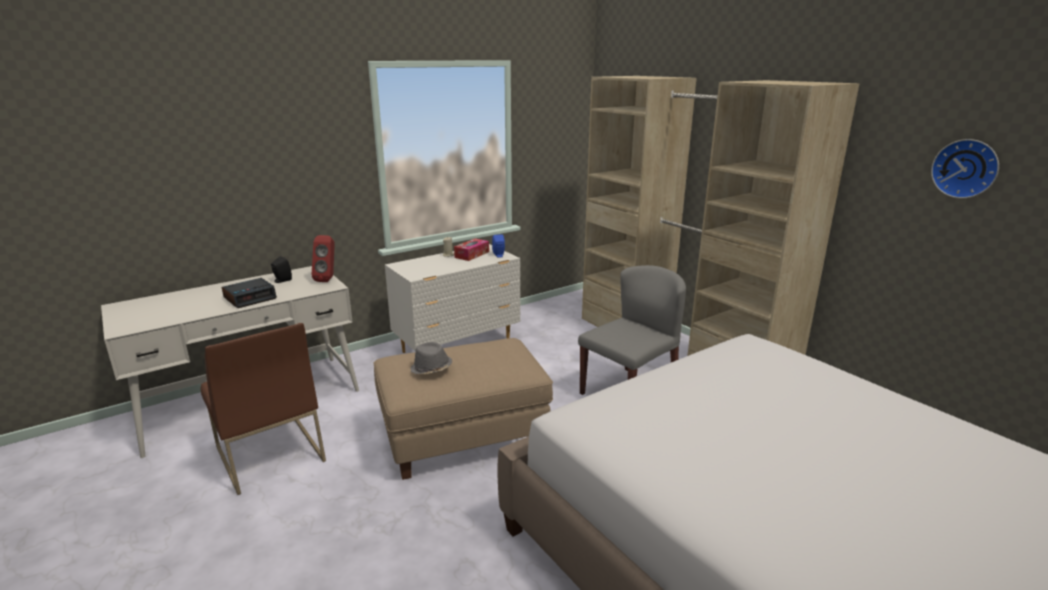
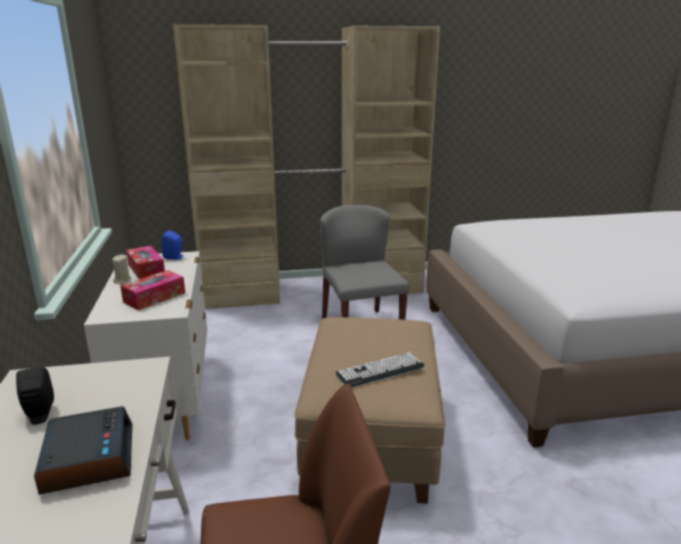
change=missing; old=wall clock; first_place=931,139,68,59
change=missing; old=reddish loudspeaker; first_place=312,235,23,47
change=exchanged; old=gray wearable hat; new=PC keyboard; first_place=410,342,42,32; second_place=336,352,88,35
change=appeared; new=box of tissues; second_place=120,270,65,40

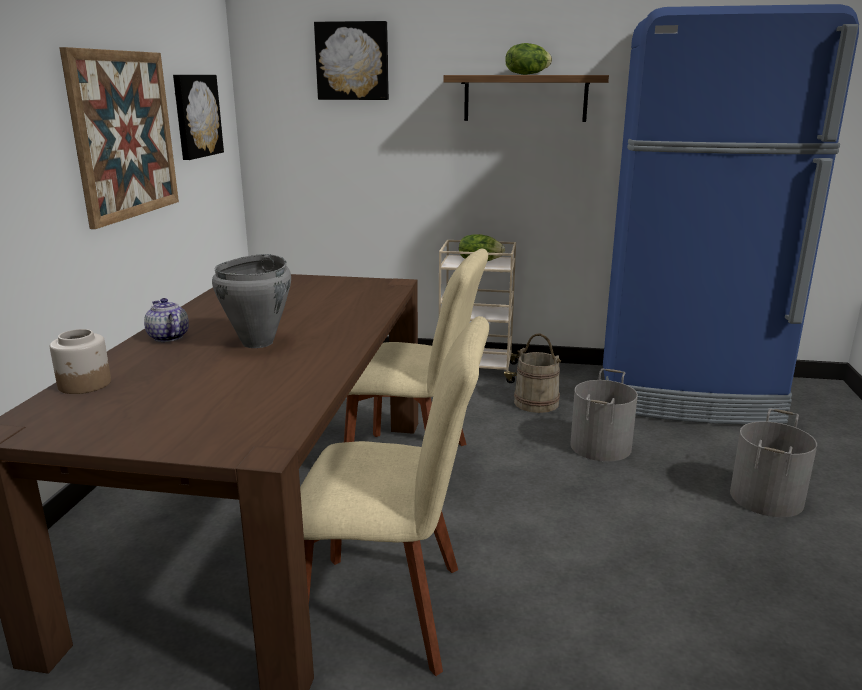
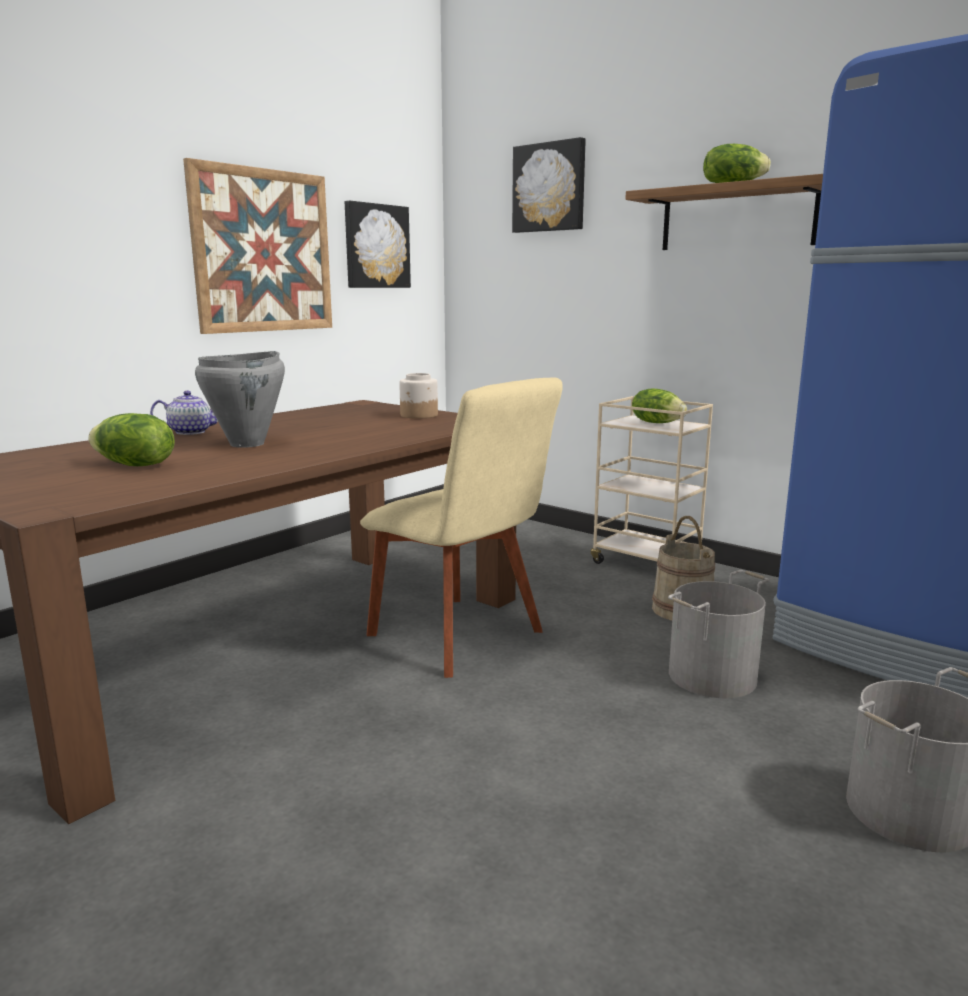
change=spun; old=pot for tea; first_place=144,298,45,44; second_place=150,391,68,44; degrees=75
change=missing; old=beige plain chair; first_place=300,316,189,360
change=relocated; old=jar; first_place=50,329,61,65; second_place=399,373,39,46
change=appeared; new=lettuce; second_place=88,413,87,53

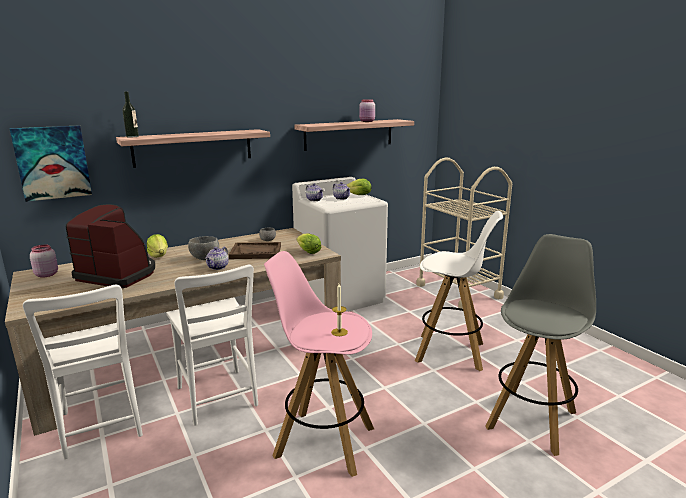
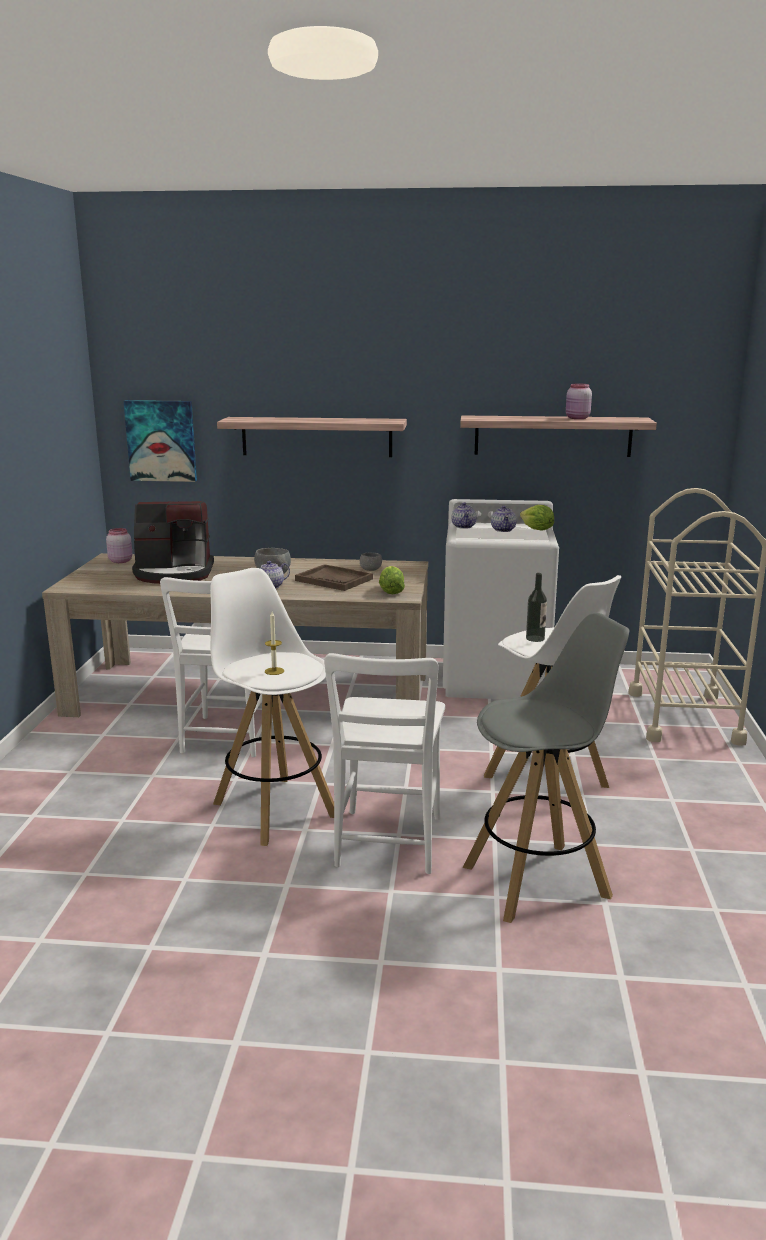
change=relocated; old=drink bottle; first_place=122,91,17,46; second_place=526,573,21,69
change=spun; old=coffee maker; first_place=66,204,89,84; second_place=132,501,82,83; degrees=120
change=missing; old=lettuce; first_place=147,234,21,24
change=colour; old=pink-coloured stool seat; new=white stool seat; first_place=264,251,110,226; second_place=210,568,124,278
change=relocated; old=white plain chair; first_place=23,285,120,174; second_place=324,653,121,221

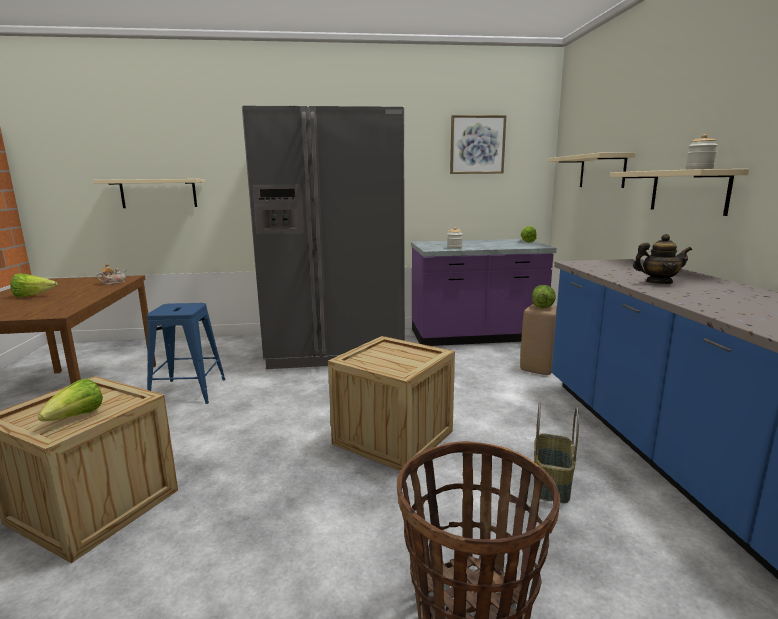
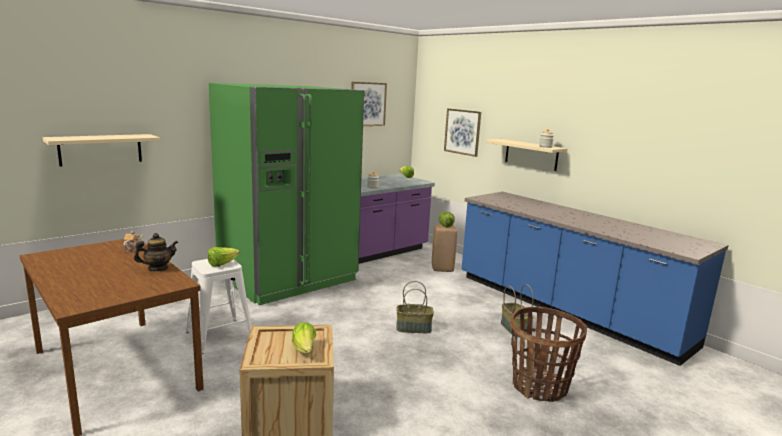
change=colour; old=gray fridge; new=greenish fridge; first_place=242,106,163,263; second_place=209,83,155,222
change=exchanged; old=beige wall shelf; new=picture; first_place=548,152,87,36; second_place=444,109,37,48
change=relocated; old=pot for tea; first_place=633,234,59,50; second_place=134,233,44,38
change=relocated; old=lettuce; first_place=10,274,48,23; second_place=207,247,33,20
change=colour; old=blue stool seat; new=white stool seat; first_place=147,303,78,101; second_place=186,259,66,95
change=exchanged; old=crate; new=household basket; first_place=328,336,127,135; second_place=396,281,38,52

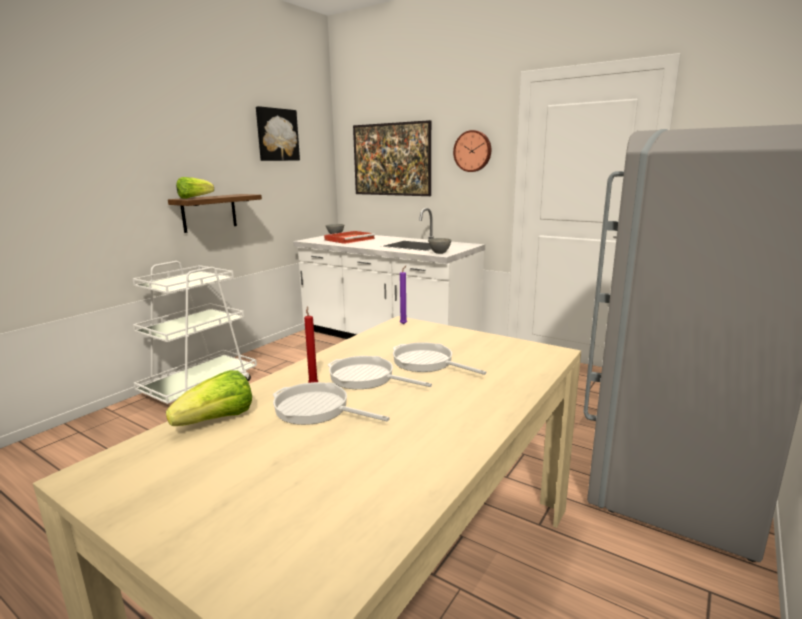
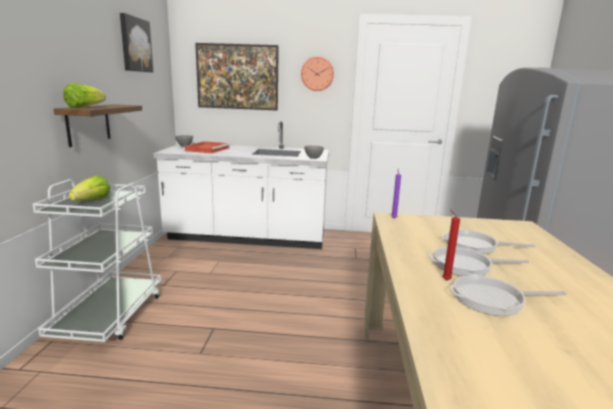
change=relocated; old=lettuce; first_place=166,370,86,56; second_place=69,175,41,26

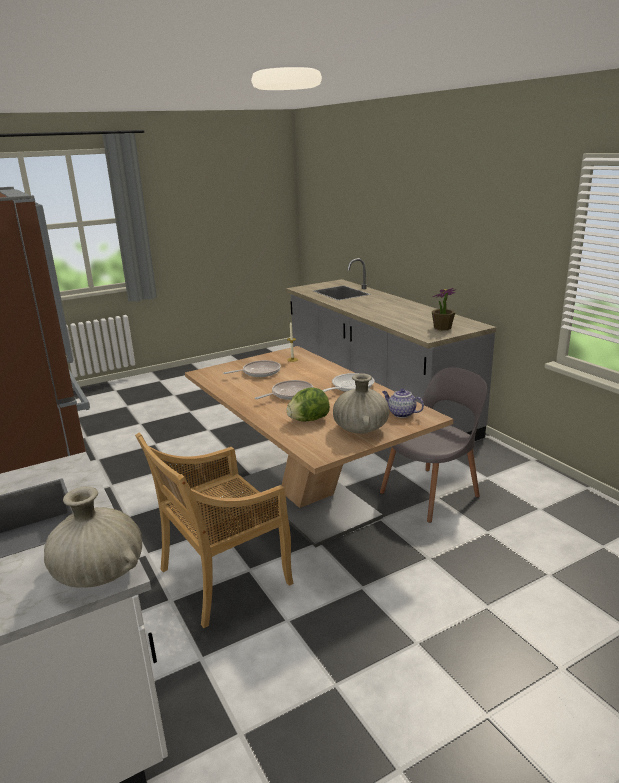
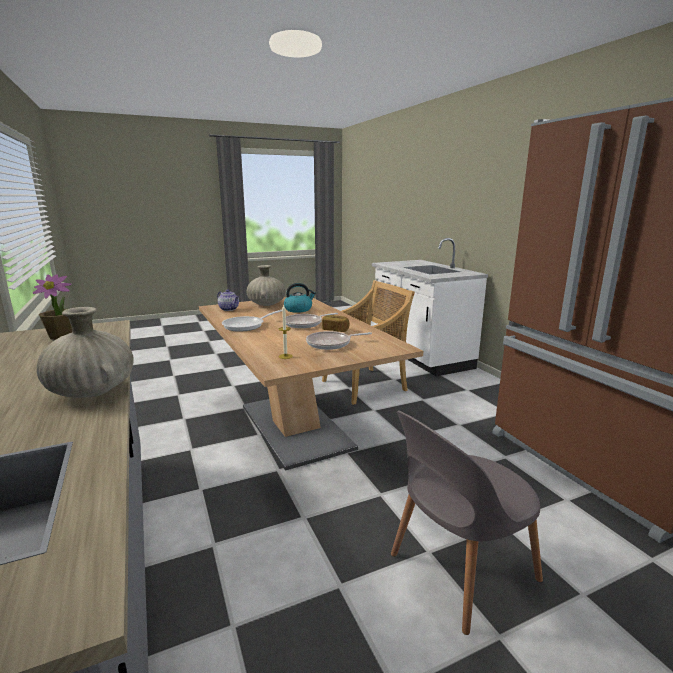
change=relocated; old=gray plain chair; first_place=380,367,107,156; second_place=391,411,152,224
change=exchanged; old=lettuce; new=kettle; first_place=286,387,44,34; second_place=284,283,32,30
change=relocated; old=beige decorative vase; first_place=44,486,98,102; second_place=37,307,97,91
change=appeared; new=bread; second_place=322,315,28,17

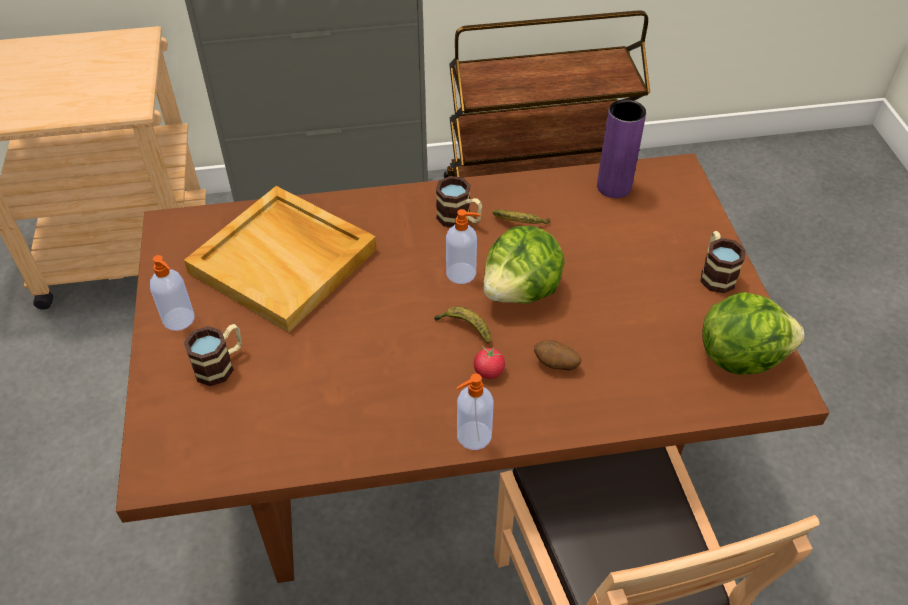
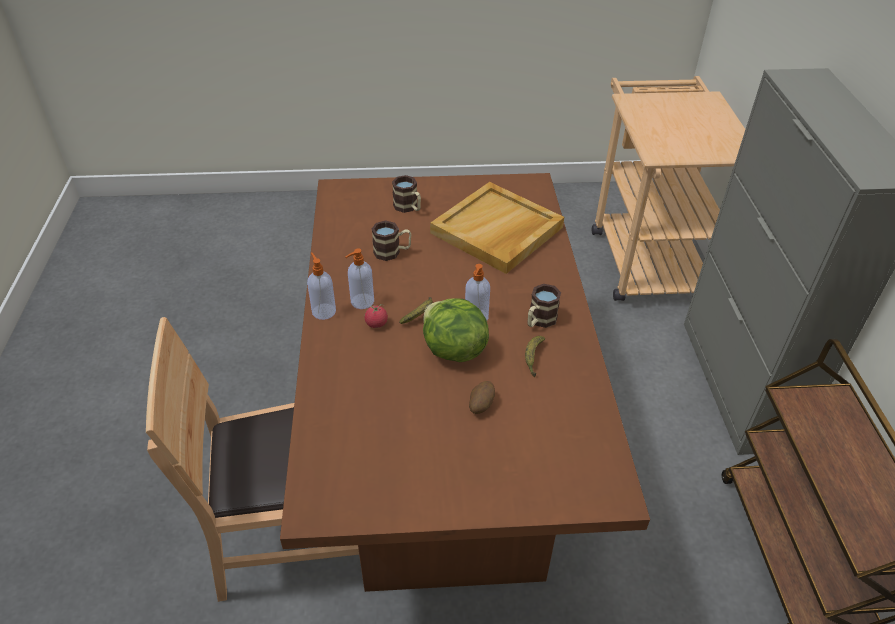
change=missing; old=purple-coloured decorative vase; first_place=597,99,49,99
change=relocated; old=coffee mug; first_place=700,231,46,63; second_place=372,220,39,41
change=relocated; old=liquid soap bottle; first_place=150,255,44,76; second_place=345,248,29,61
change=missing; old=lettuce; first_place=702,292,102,83
change=relocated; old=potato; first_place=534,340,47,30; second_place=469,381,26,33

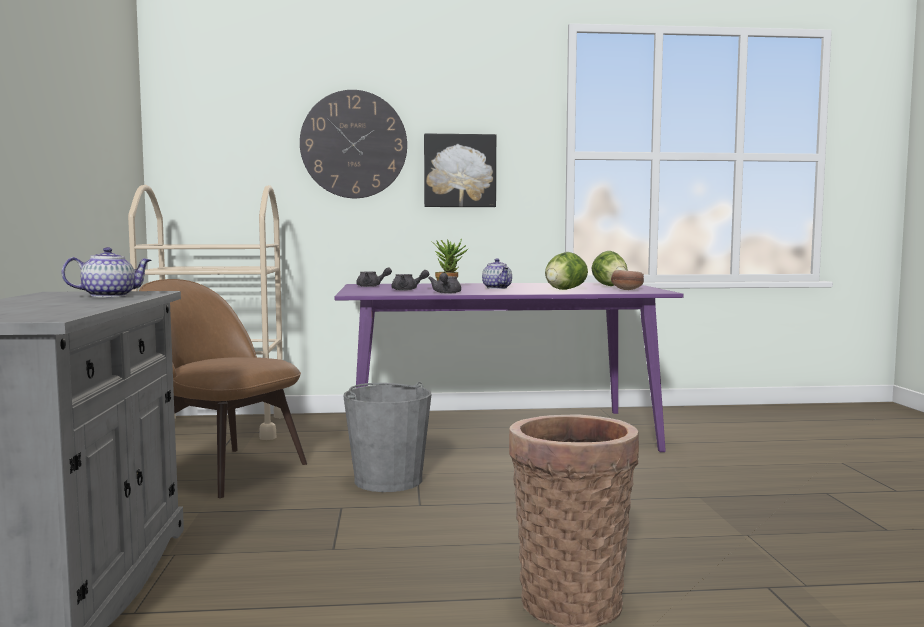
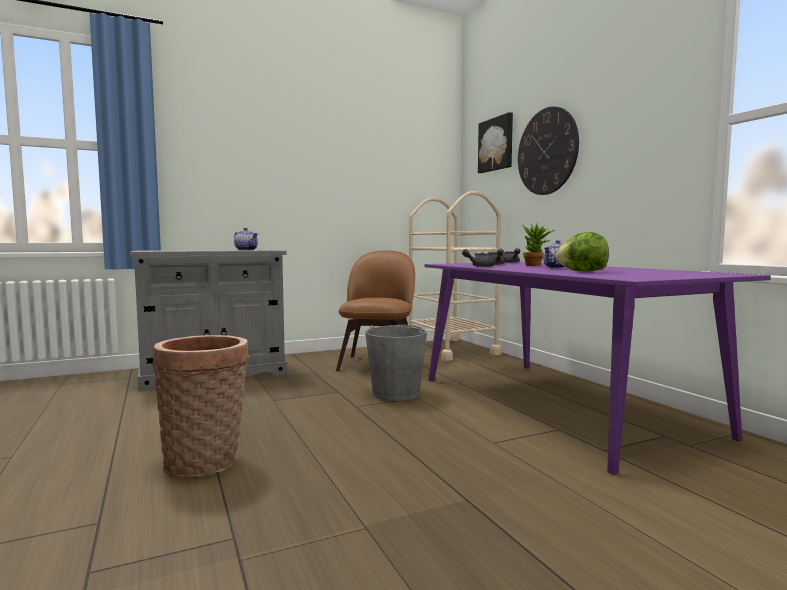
change=relocated; old=picture; first_place=424,134,72,73; second_place=478,112,35,61
change=missing; old=lettuce; first_place=591,251,37,35
change=missing; old=bowl; first_place=611,270,33,20

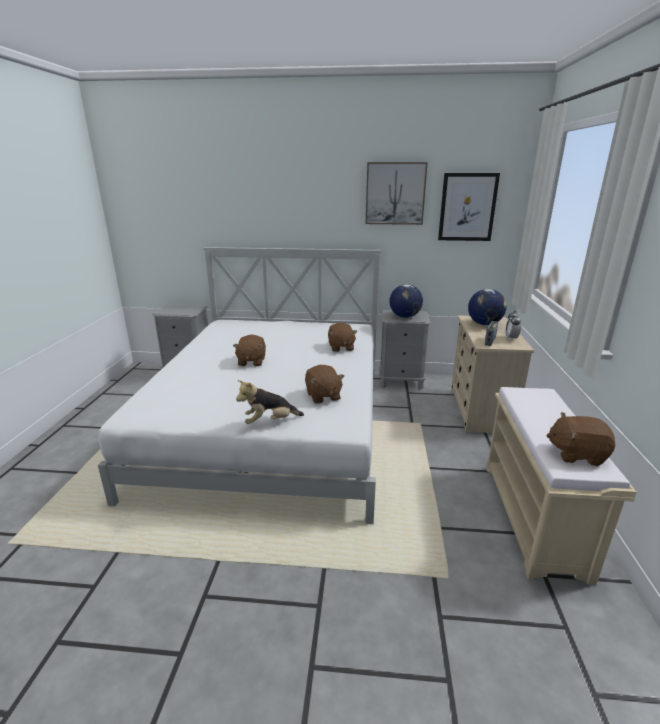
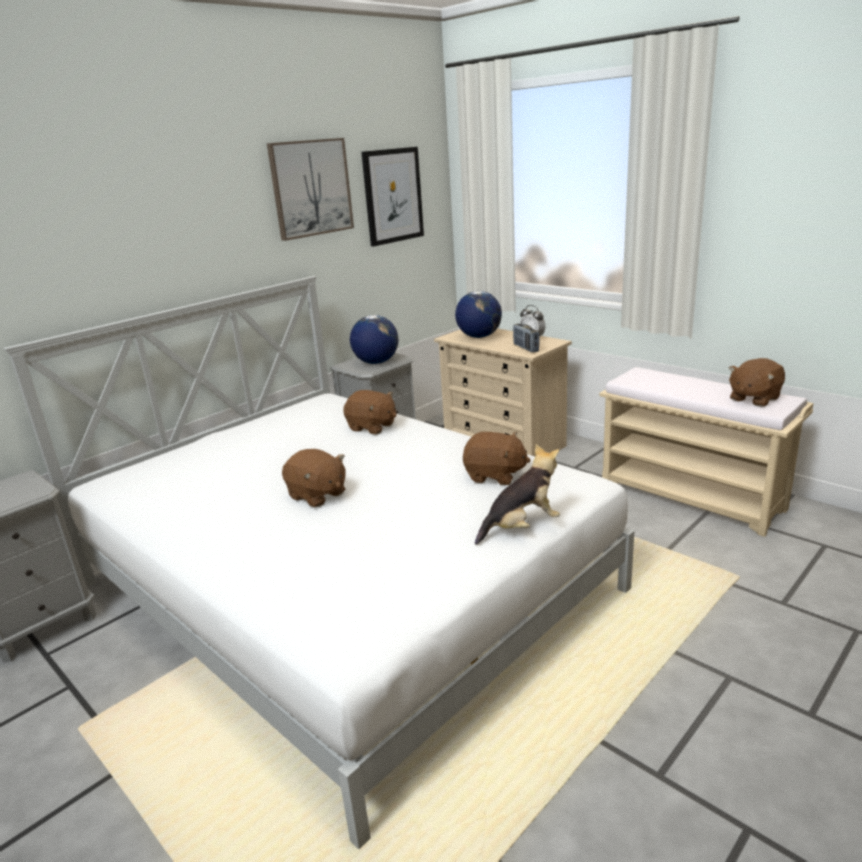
change=spun; old=soft toy; first_place=236,380,68,44; second_place=475,444,85,101; degrees=-135

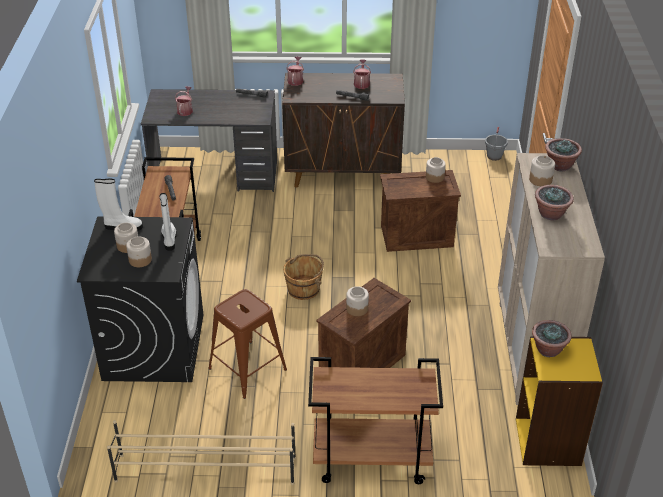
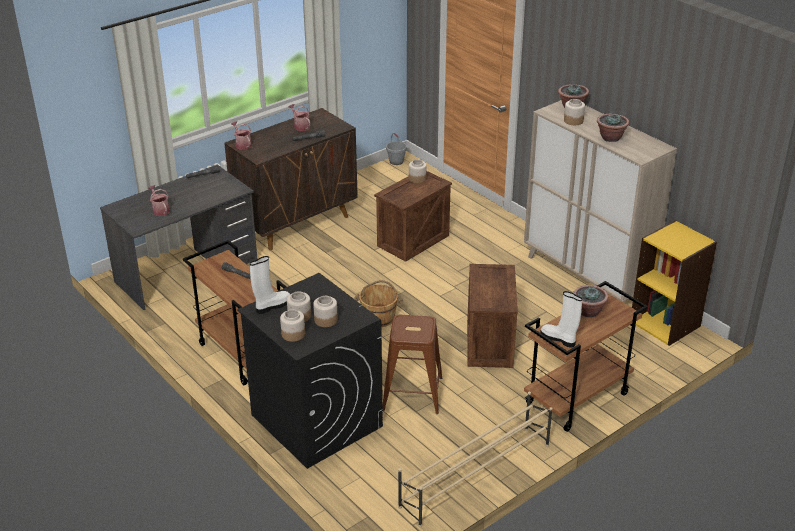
change=relocated; old=white high-top boot; first_place=160,193,17,58; second_place=540,291,42,57
change=relocated; old=jar; first_place=346,286,23,30; second_place=280,309,25,33
change=relocated; old=potted plant; first_place=532,320,40,37; second_place=573,285,35,33

